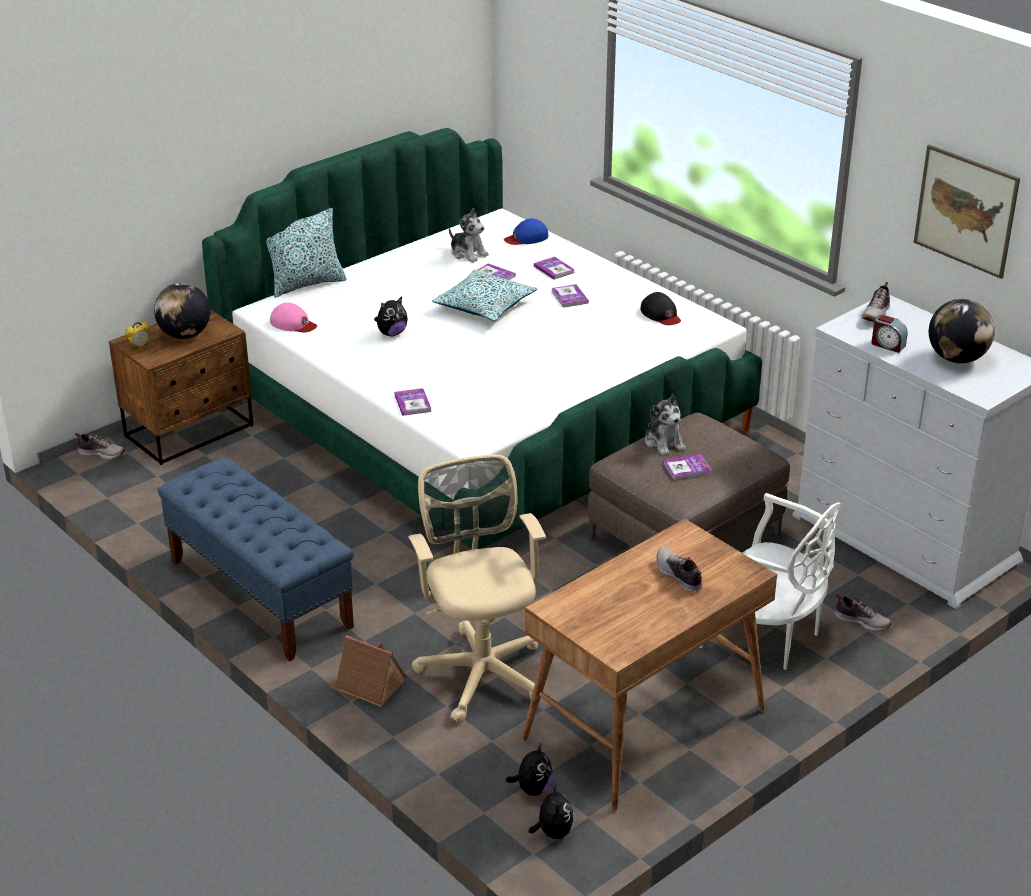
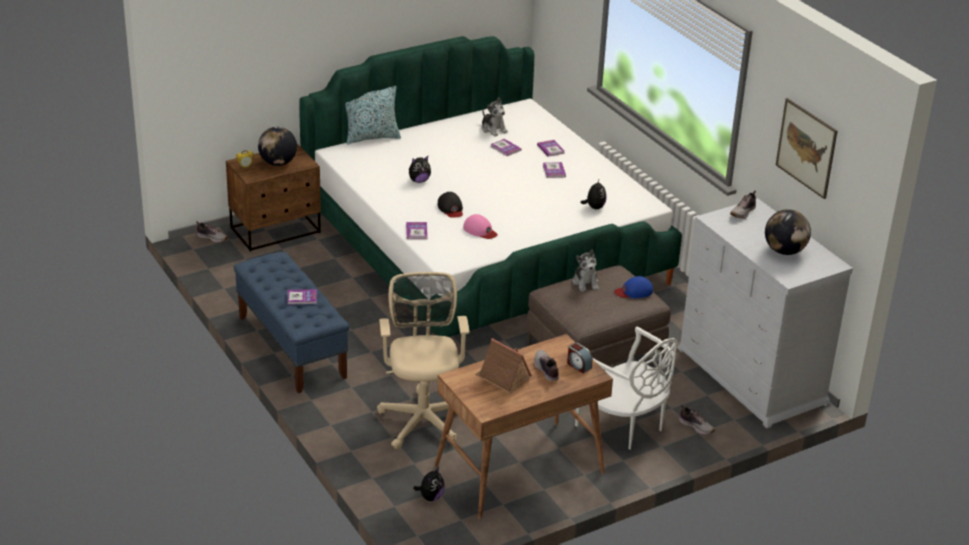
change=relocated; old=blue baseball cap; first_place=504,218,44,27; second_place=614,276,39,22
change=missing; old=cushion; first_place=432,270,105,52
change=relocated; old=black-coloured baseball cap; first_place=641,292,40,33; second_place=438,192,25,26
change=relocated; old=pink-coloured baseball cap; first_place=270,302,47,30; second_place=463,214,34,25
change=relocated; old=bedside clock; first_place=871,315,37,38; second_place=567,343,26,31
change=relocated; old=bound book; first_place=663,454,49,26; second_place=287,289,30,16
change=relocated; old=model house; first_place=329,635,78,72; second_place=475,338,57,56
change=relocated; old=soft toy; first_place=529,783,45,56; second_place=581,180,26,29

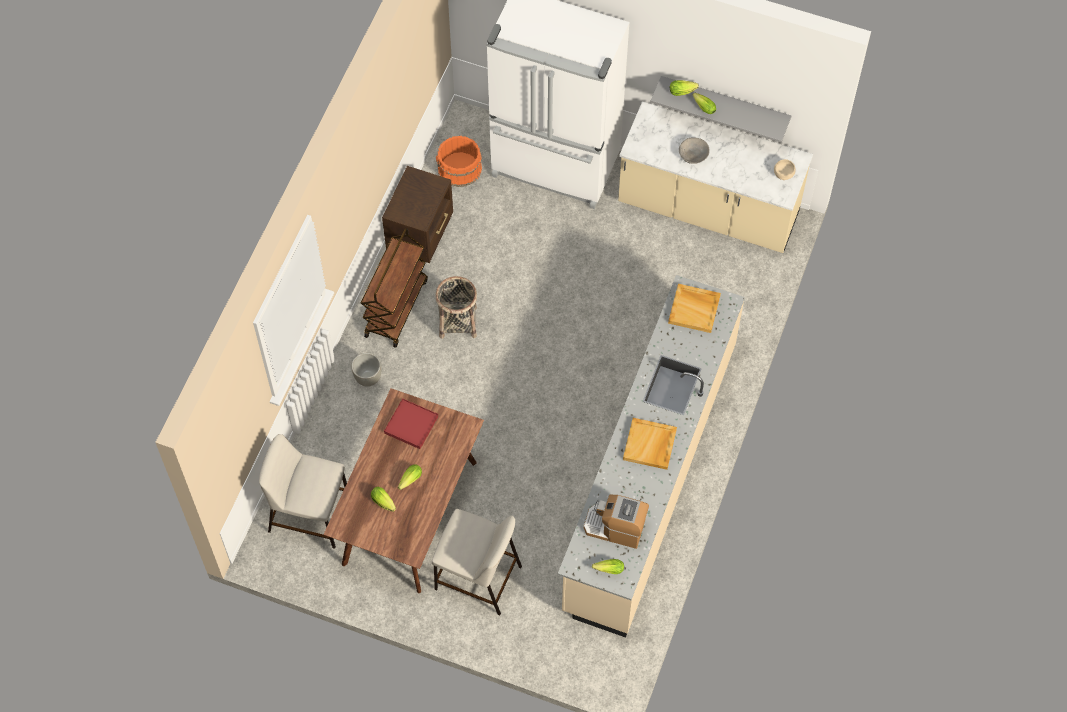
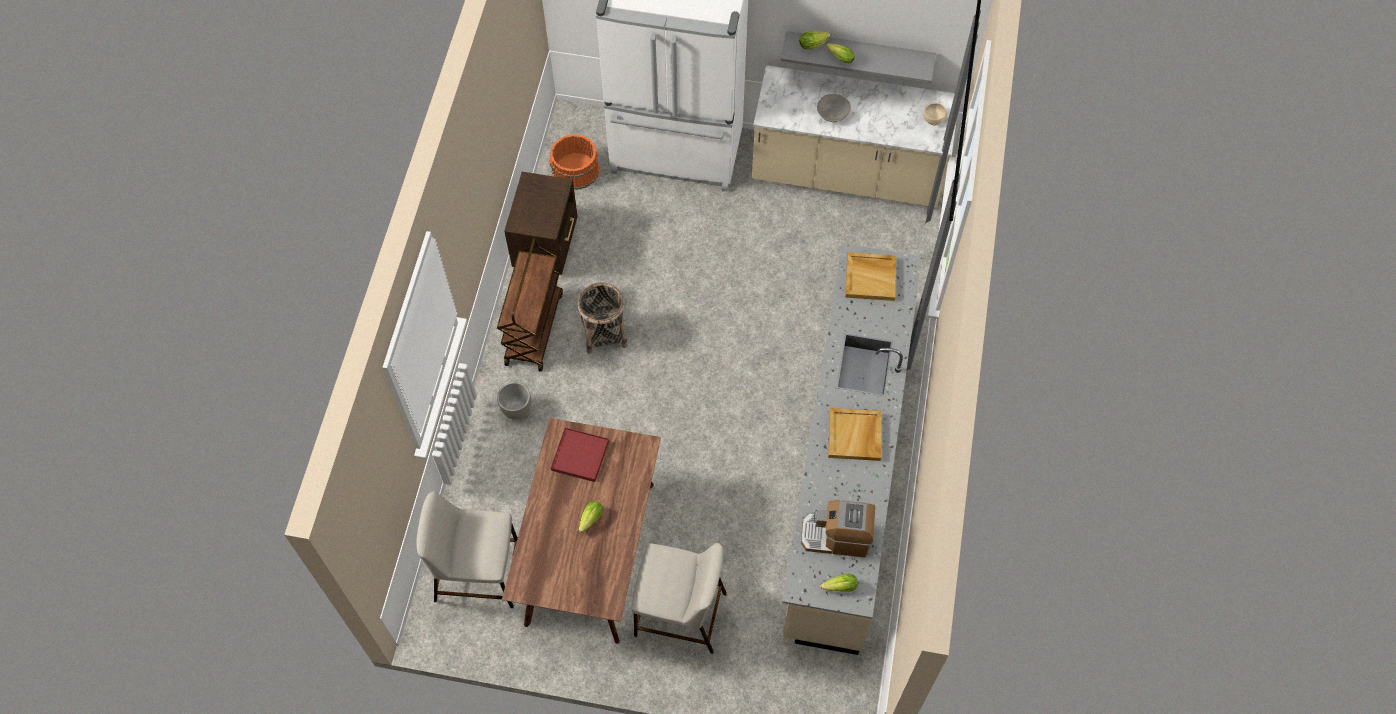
change=missing; old=lettuce; first_place=371,487,25,25

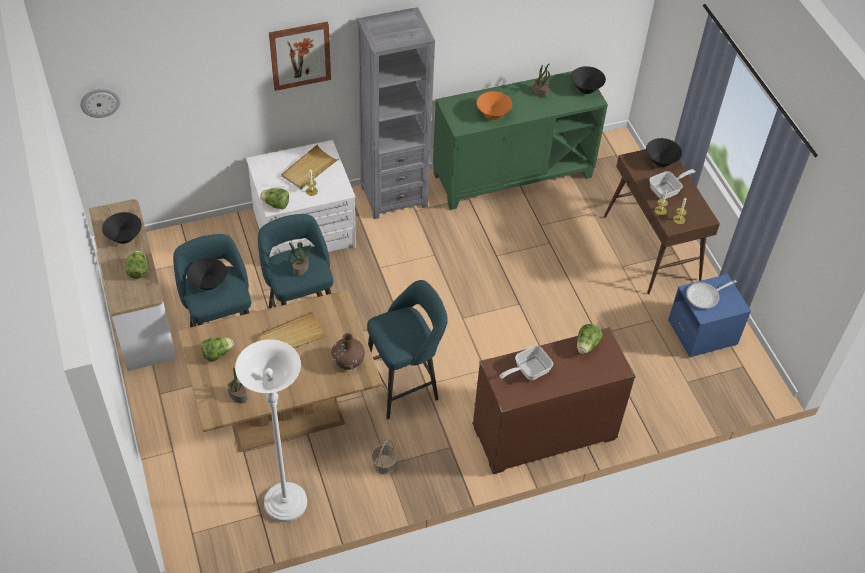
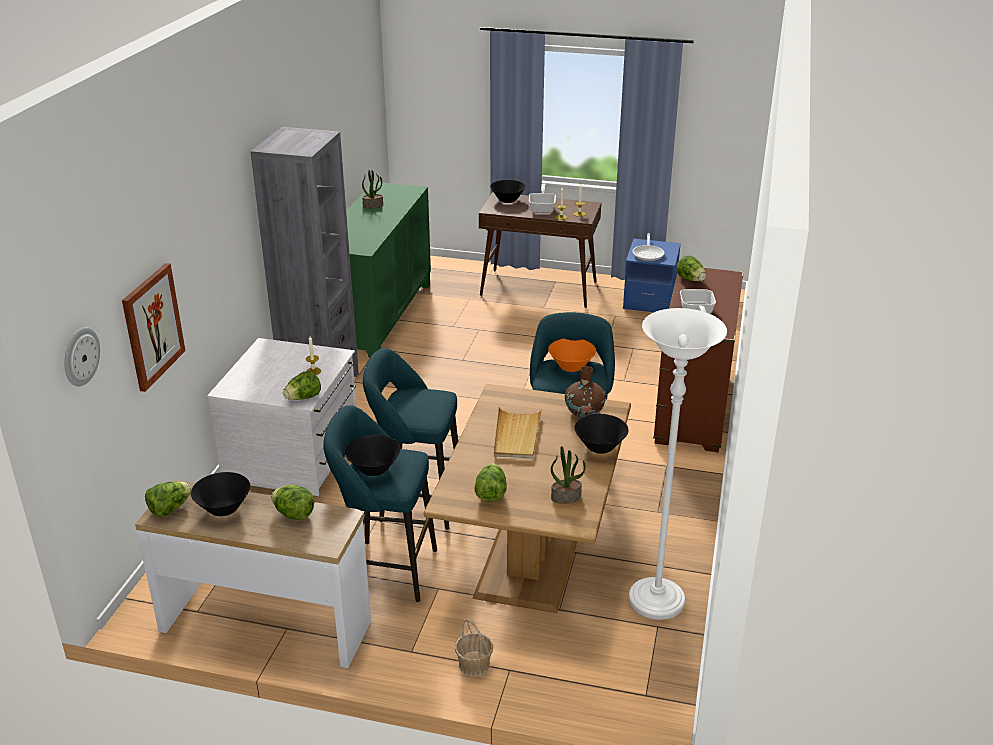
change=relocated; old=picture; first_place=269,22,62,69; second_place=122,263,63,129
change=relocated; old=black-coloured bowl; first_place=571,66,35,28; second_place=574,414,54,40
change=relocated; old=orange bowl; first_place=477,91,35,29; second_place=548,339,48,33
change=missing; old=beige carrying tray; first_place=281,144,58,45
change=missing; old=potted plant; first_place=288,242,23,34
change=relocated; old=household basket; first_place=371,439,27,36; second_place=455,619,38,57
change=appeared; new=lettuce; second_place=145,481,47,36

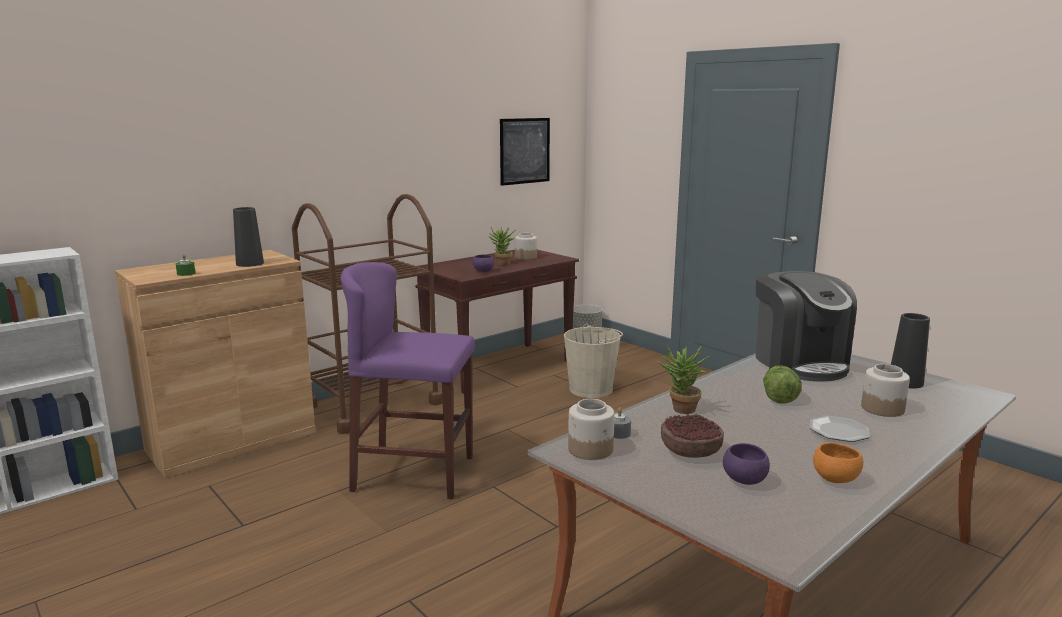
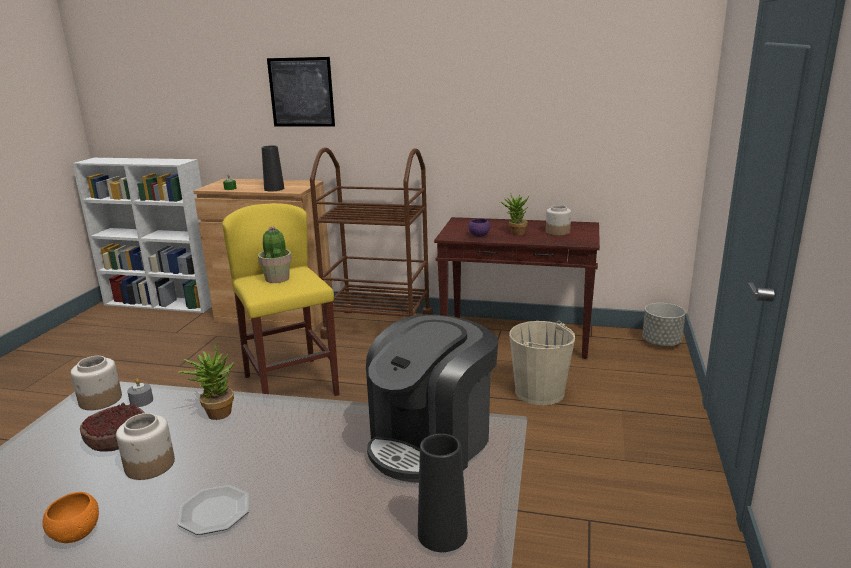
change=relocated; old=picture; first_place=500,118,50,68; second_place=267,57,68,70
change=colour; old=purple-coloured stool seat; new=yellowish stool seat; first_place=341,262,134,237; second_place=222,203,117,193
change=relocated; old=jar; first_place=861,364,49,53; second_place=116,413,59,67
change=missing; old=lettuce; first_place=763,365,39,39
change=missing; old=purple-coloured bowl; first_place=723,443,47,42
change=appeared; new=potted plant; second_place=258,226,34,57

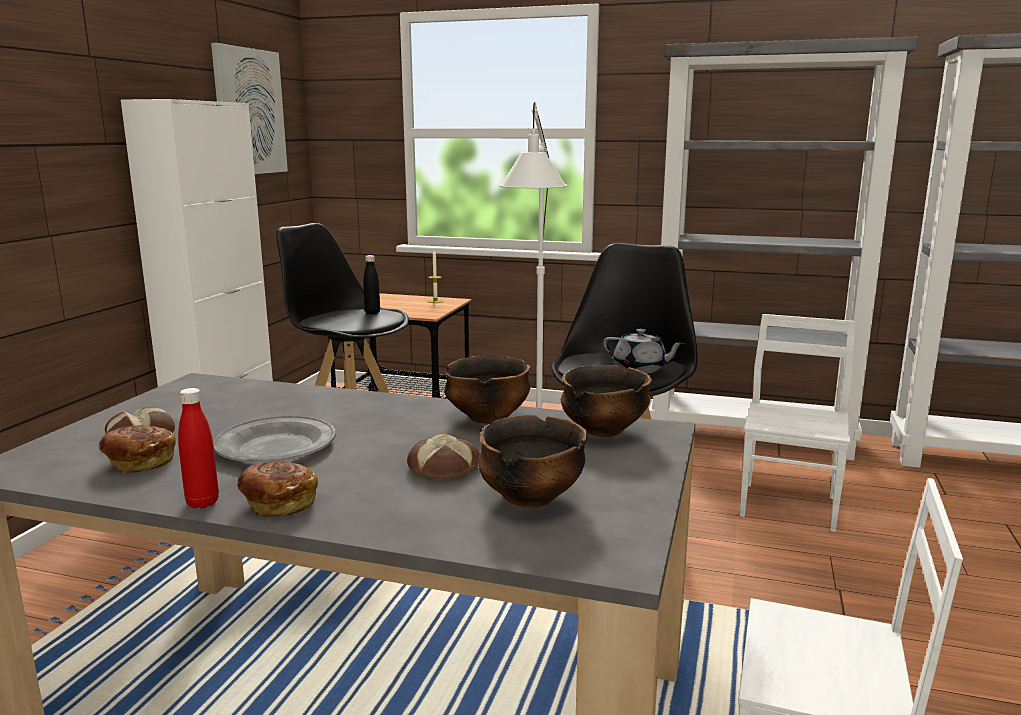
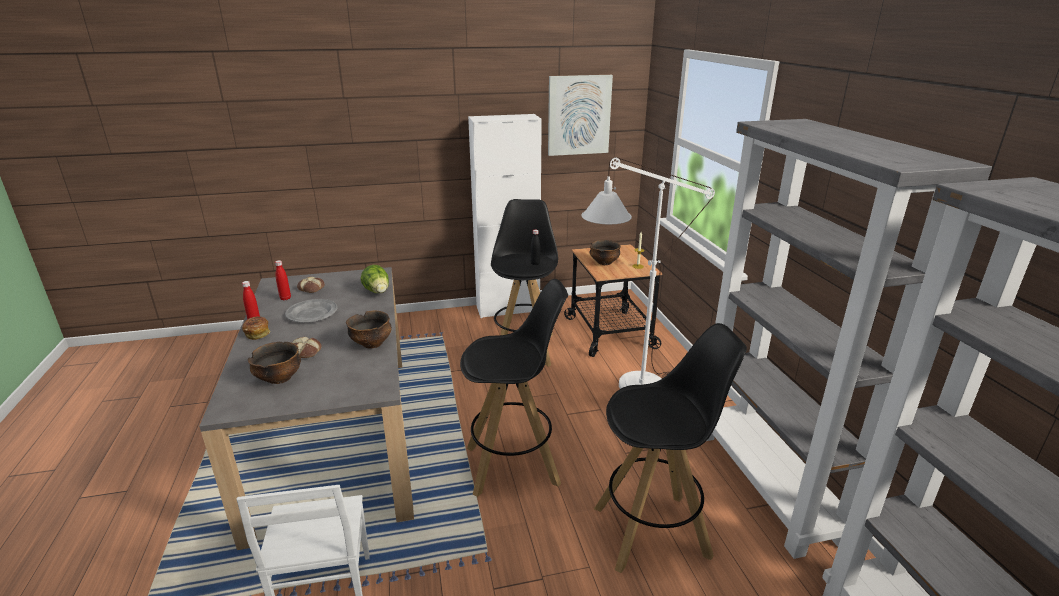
change=exchanged; old=white plain chair; new=black-coloured stool seat; first_place=740,314,116,218; second_place=594,323,153,250
change=missing; old=gray pot for tea; first_place=603,329,82,45
change=relocated; old=bowl; first_place=561,365,91,72; second_place=590,240,31,25
change=exchanged; old=bread; new=reddish drink bottle; first_place=99,425,77,48; second_place=275,260,16,40
change=appeared; new=lettuce; second_place=361,265,28,28

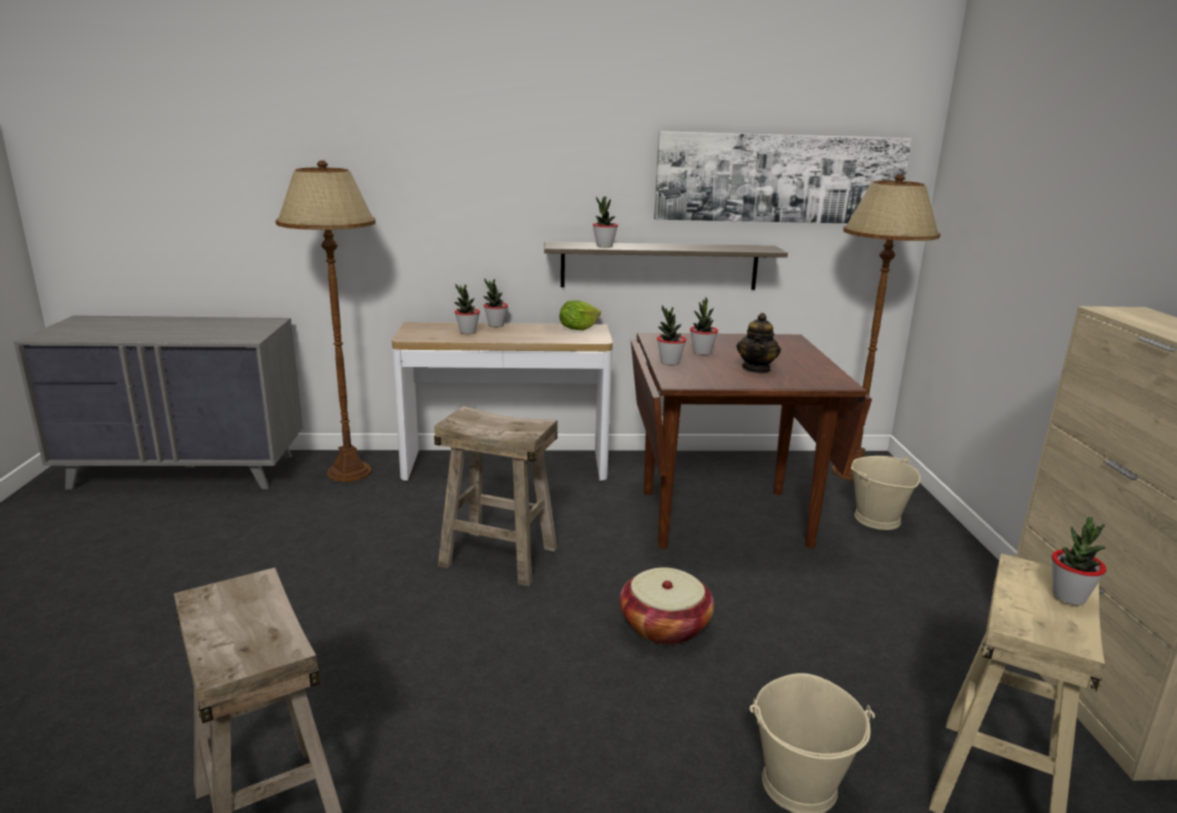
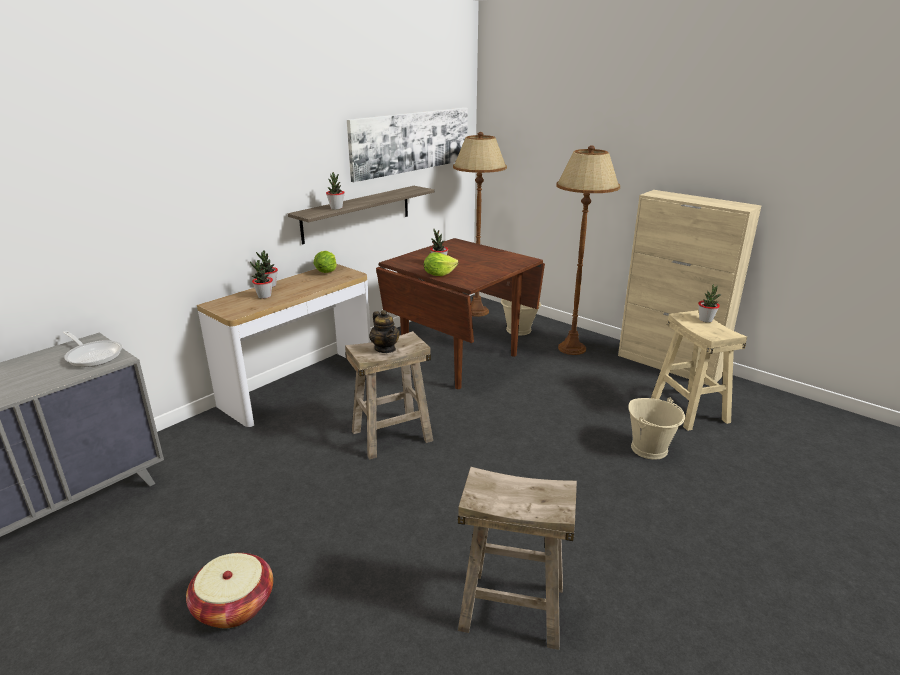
change=relocated; old=brown-coloured standard lamp; first_place=276,160,100,322; second_place=556,145,64,210
change=exchanged; old=potted plant; new=lettuce; first_place=657,305,29,60; second_place=424,253,34,23
change=relocated; old=pot for tea; first_place=737,313,44,60; second_place=369,310,31,43
change=relocated; old=household basket; first_place=620,567,94,78; second_place=186,553,87,75
change=appeared; new=pan; second_place=63,331,59,36

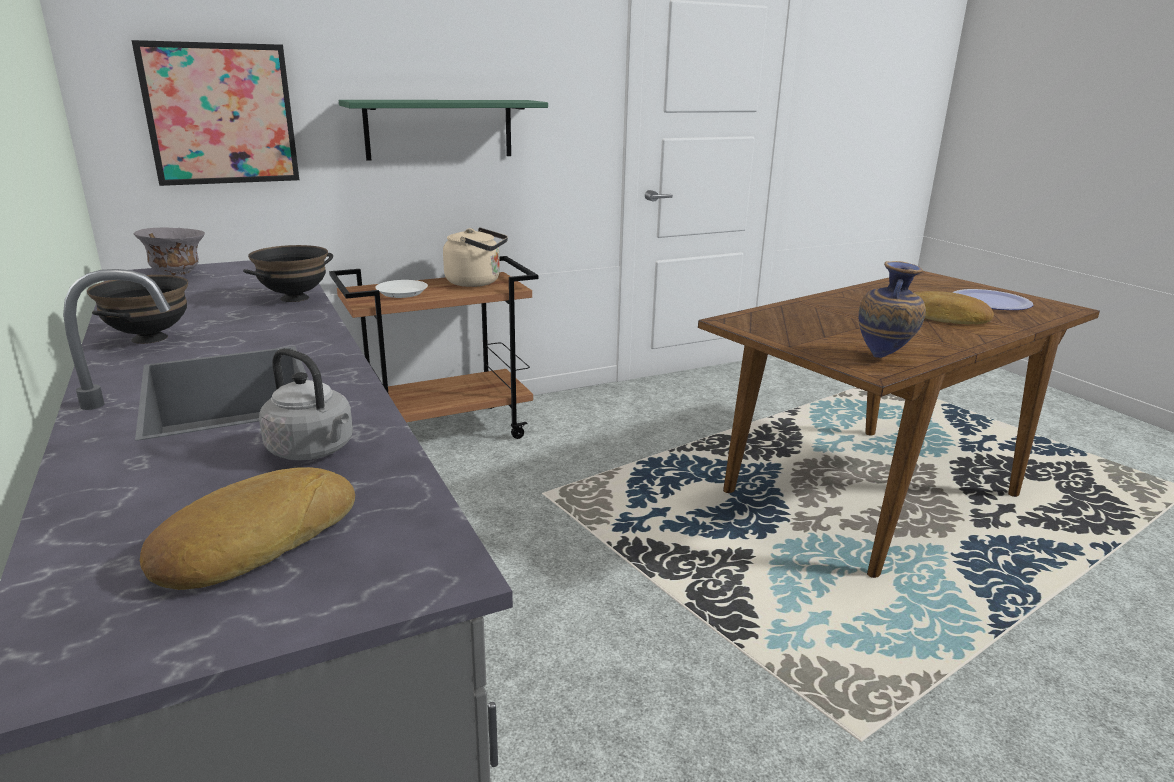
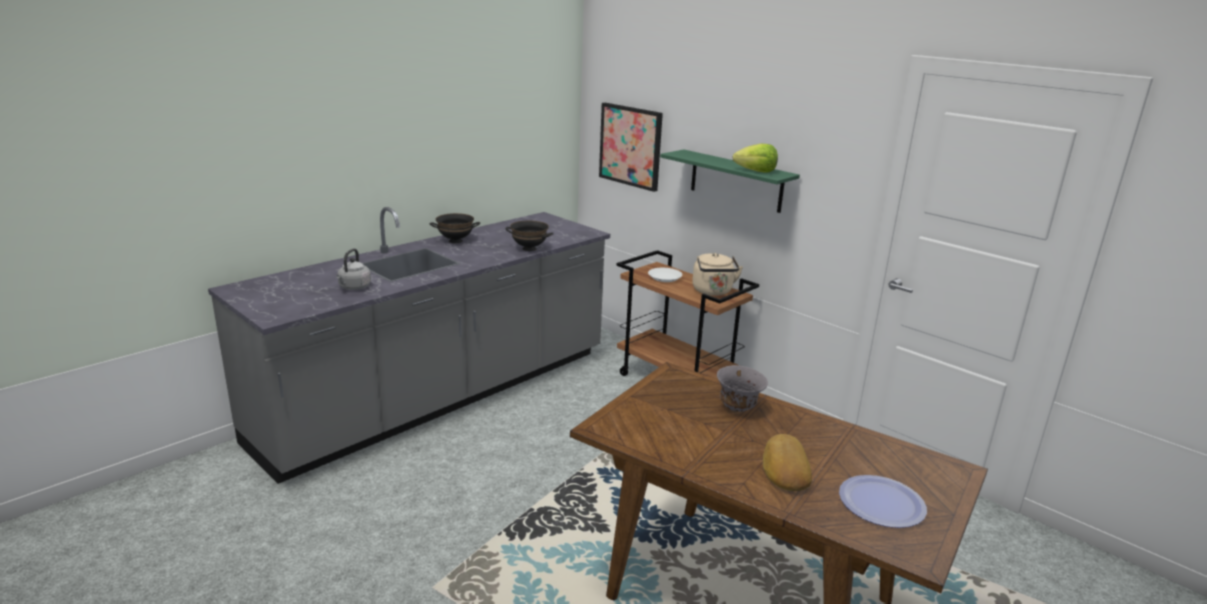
change=relocated; old=gray bowl; first_place=134,228,71,48; second_place=717,365,51,47
change=missing; old=decorative vase; first_place=859,261,67,97
change=missing; old=bread; first_place=140,467,215,123
change=appeared; new=lettuce; second_place=733,144,45,29

